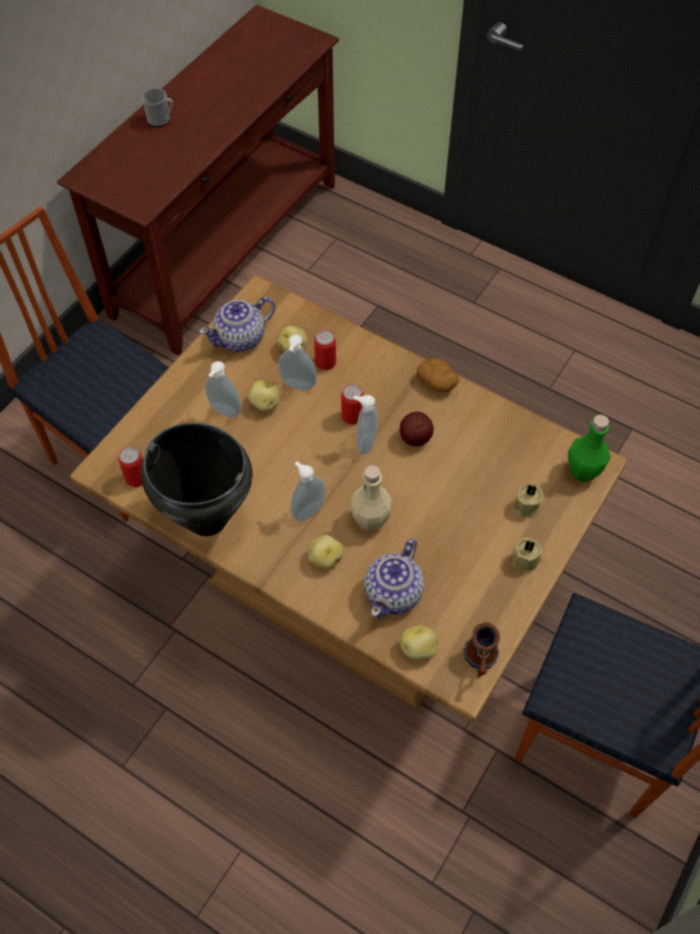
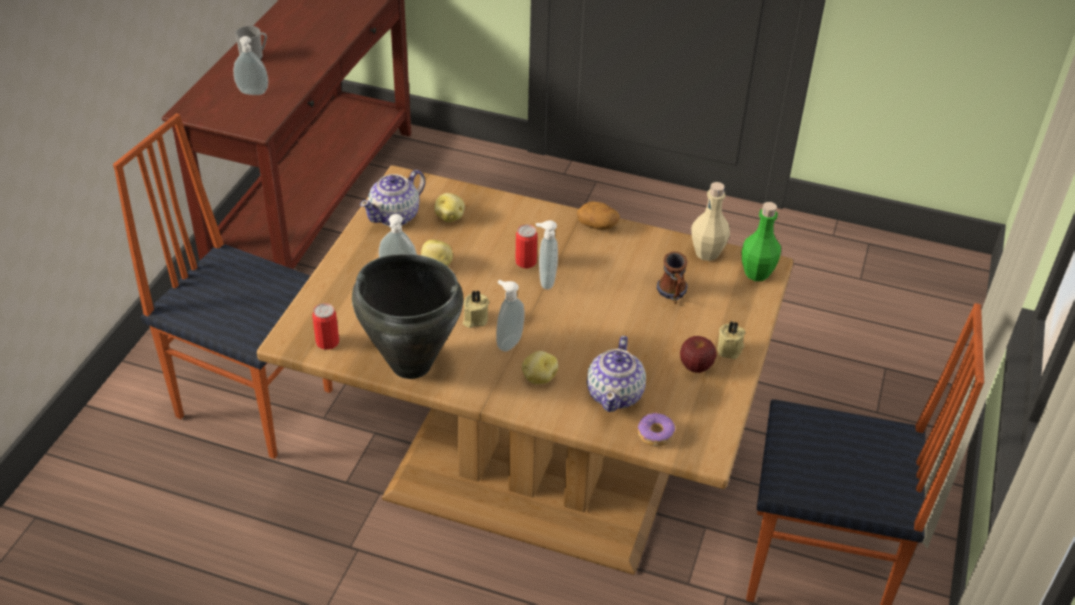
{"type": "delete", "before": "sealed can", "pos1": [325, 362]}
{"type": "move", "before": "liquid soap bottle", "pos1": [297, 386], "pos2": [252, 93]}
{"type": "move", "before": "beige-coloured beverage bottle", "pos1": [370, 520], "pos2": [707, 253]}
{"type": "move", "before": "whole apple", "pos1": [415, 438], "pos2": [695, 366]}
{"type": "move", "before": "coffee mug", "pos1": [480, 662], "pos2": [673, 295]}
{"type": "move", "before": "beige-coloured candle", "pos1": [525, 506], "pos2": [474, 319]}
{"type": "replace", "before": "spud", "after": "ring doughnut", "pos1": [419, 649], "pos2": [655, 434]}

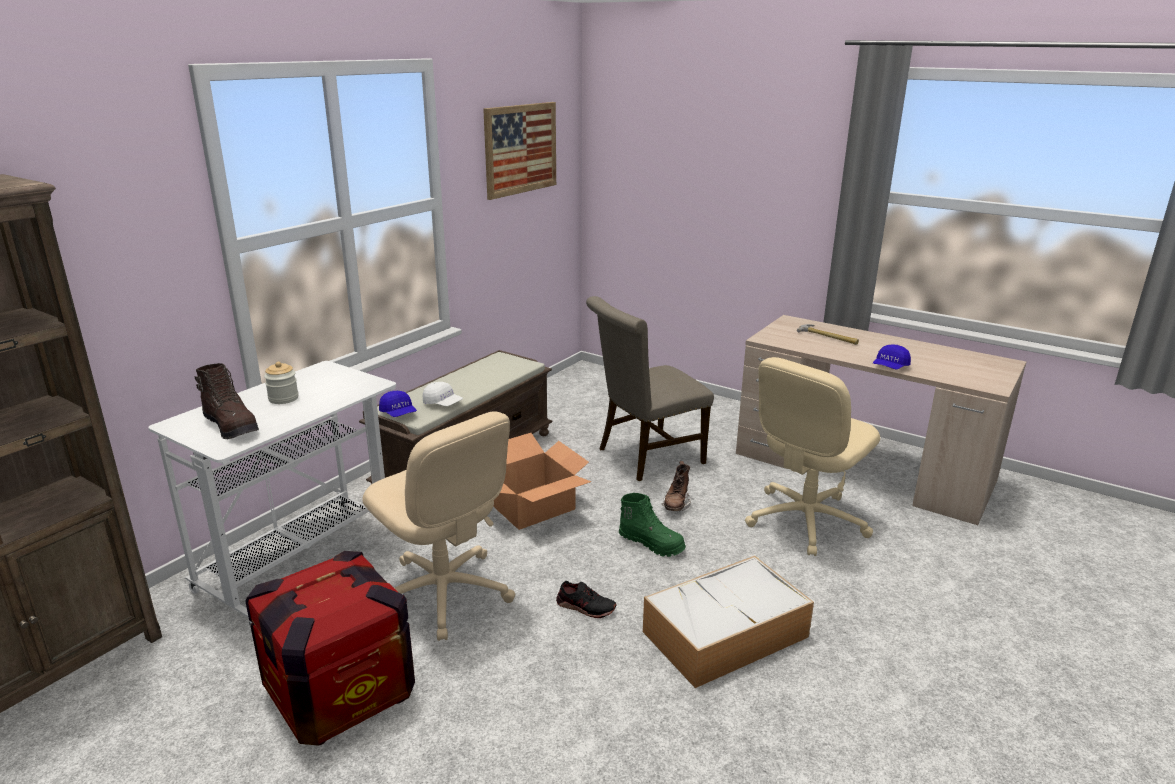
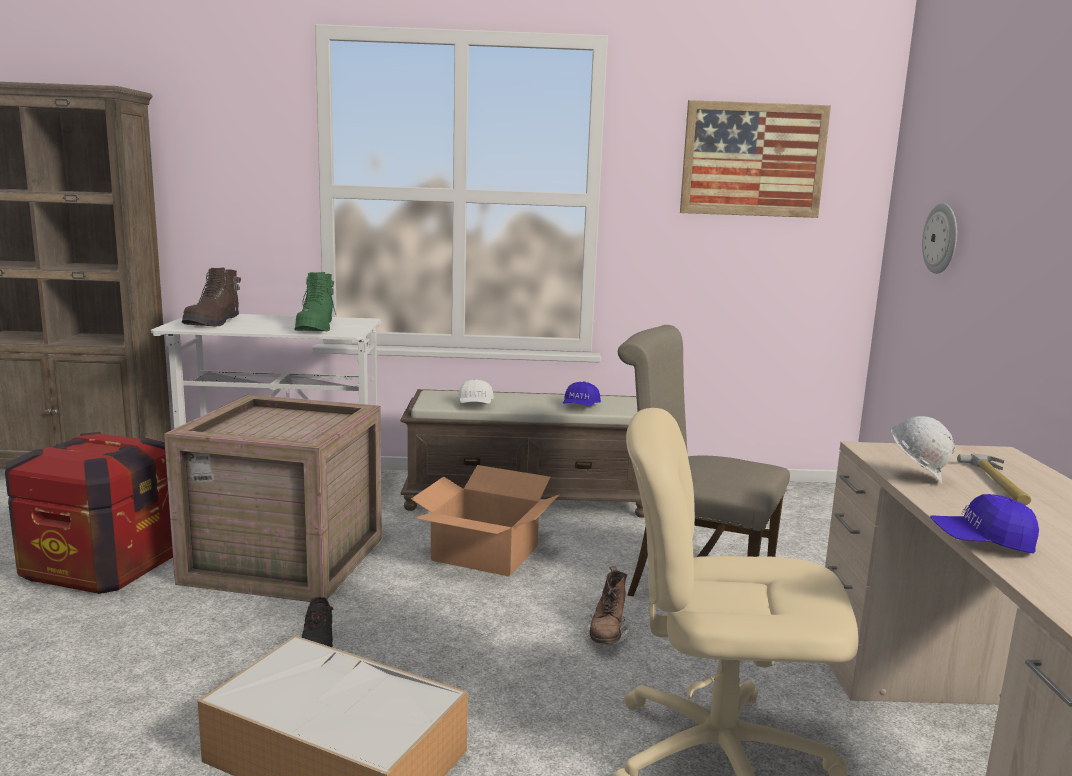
{"type": "delete", "before": "preserve jar", "pos1": [283, 398]}
{"type": "insert", "after": "white hard hat", "pos2": [915, 478]}
{"type": "insert", "after": "hanging clock", "pos2": [941, 238]}
{"type": "move", "before": "bluish cap", "pos1": [398, 413], "pos2": [580, 407]}
{"type": "move", "before": "green-coloured boot", "pos1": [652, 543], "pos2": [316, 328]}
{"type": "replace", "before": "beige-coloured desk chair", "after": "packing crate", "pos1": [443, 593], "pos2": [282, 560]}
{"type": "rotate", "before": "brownish boot", "pos1": [676, 505], "pos2": [607, 635], "turn": -60}

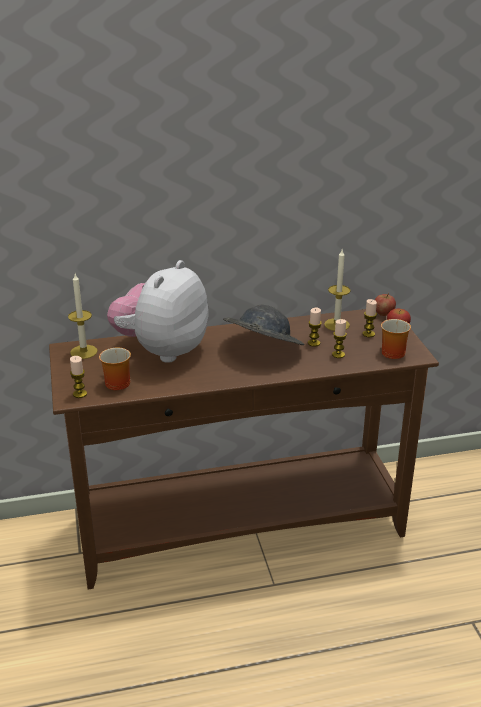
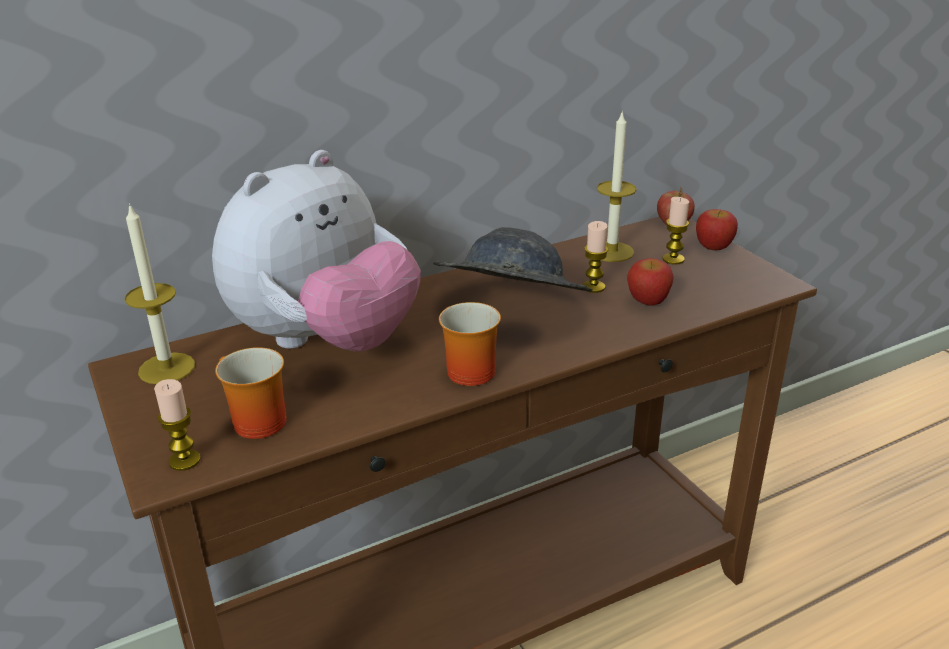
{"type": "move", "before": "coffee mug", "pos1": [390, 351], "pos2": [464, 370]}
{"type": "replace", "before": "candle", "after": "whole apple", "pos1": [338, 354], "pos2": [648, 300]}
{"type": "rotate", "before": "cuddly toy", "pos1": [162, 350], "pos2": [325, 342], "turn": -150}

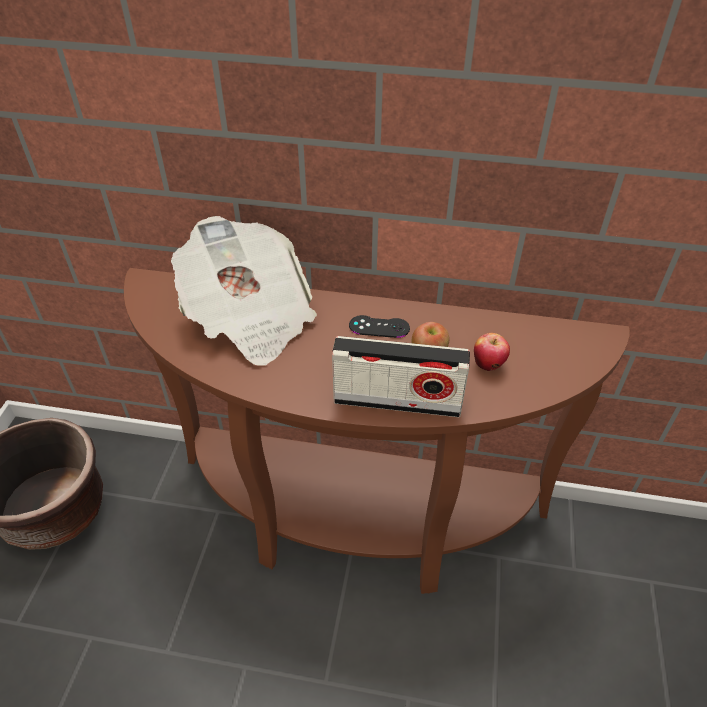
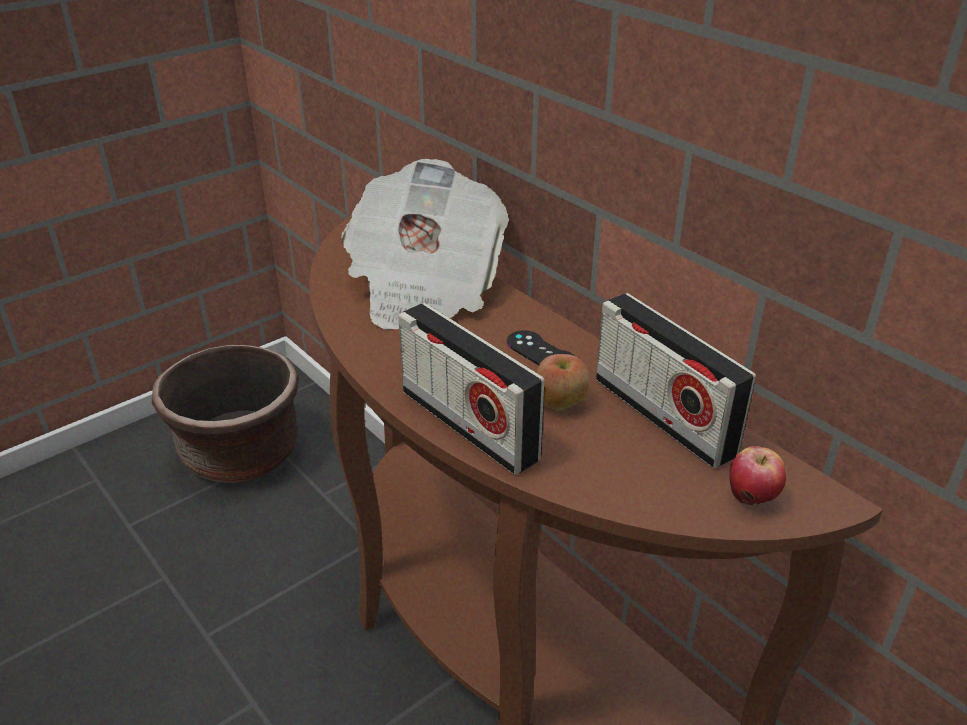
{"type": "insert", "after": "radio set", "pos2": [663, 416]}
{"type": "move", "before": "whole apple", "pos1": [488, 365], "pos2": [752, 498]}

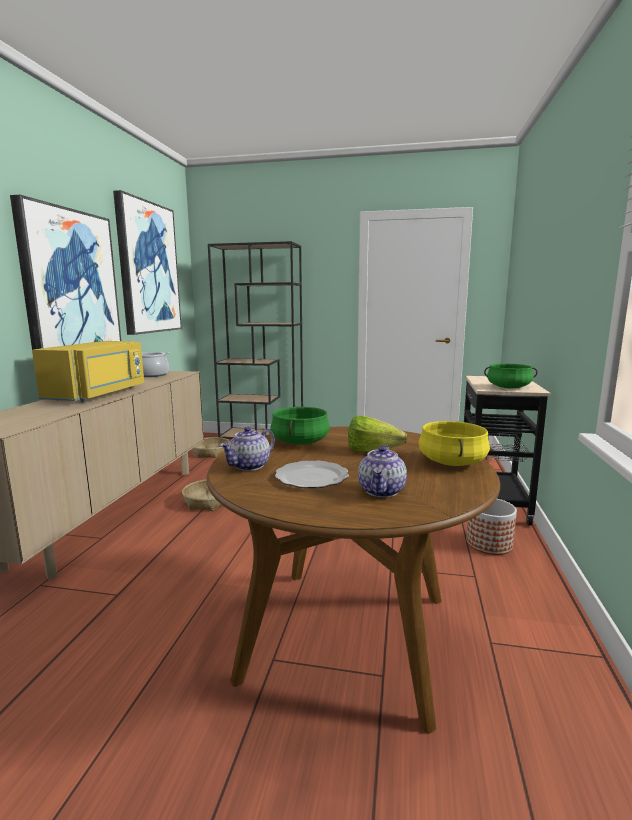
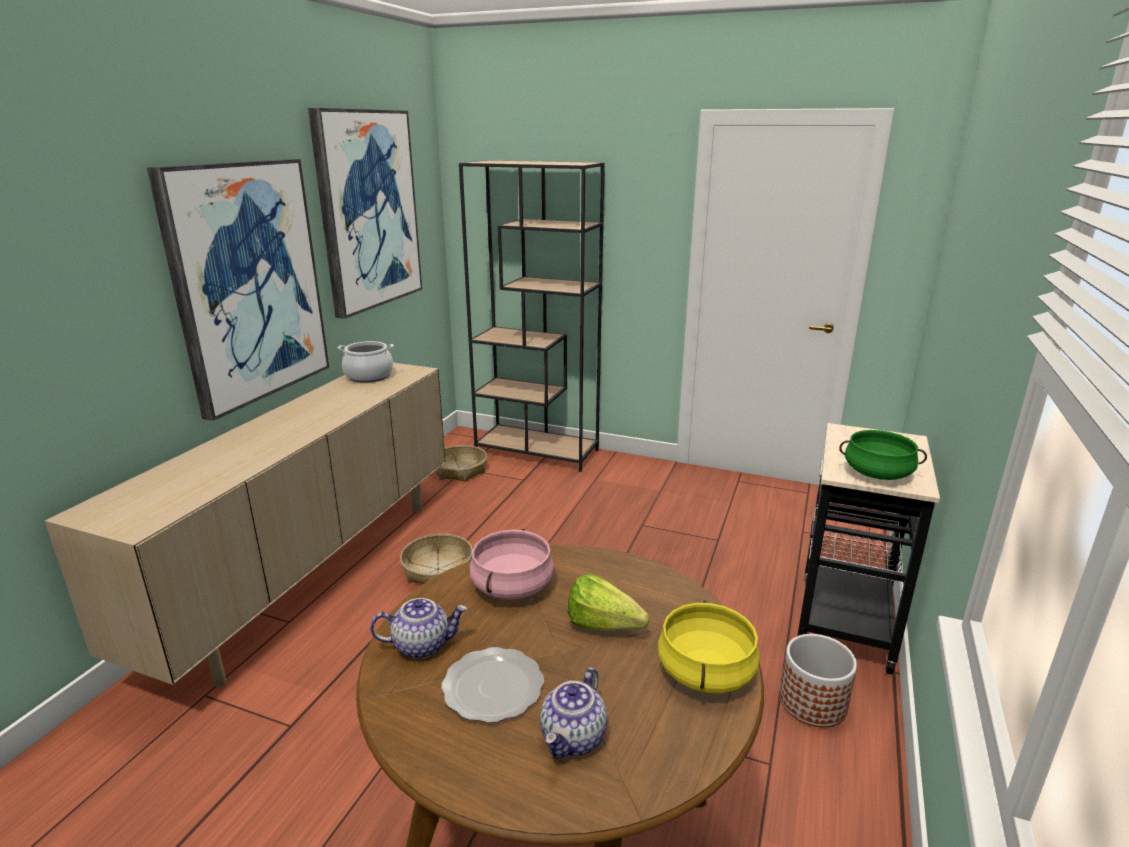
{"type": "delete", "before": "yellowish kitchen microwave", "pos1": [99, 394]}
{"type": "recolor", "before": "green-coloured cooking pot", "after": "pink cooking pot", "pos1": [299, 442], "pos2": [511, 586]}
{"type": "rotate", "before": "teapot", "pos1": [249, 466], "pos2": [422, 645], "turn": -150}

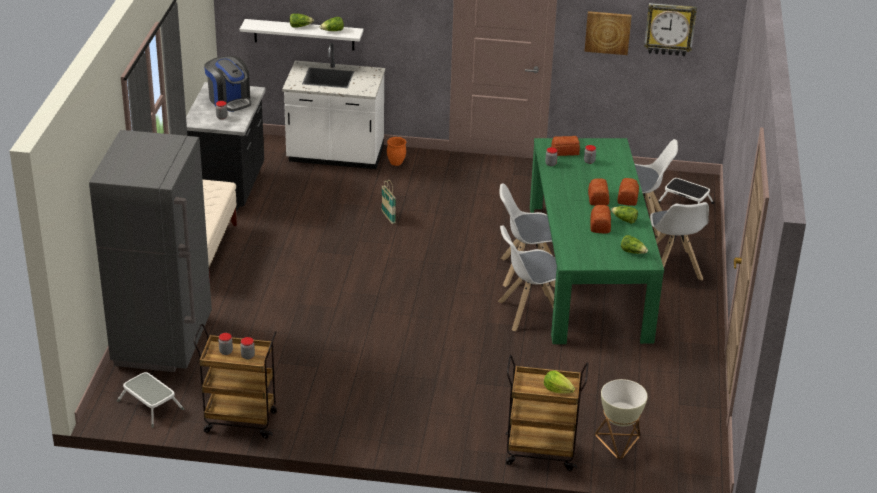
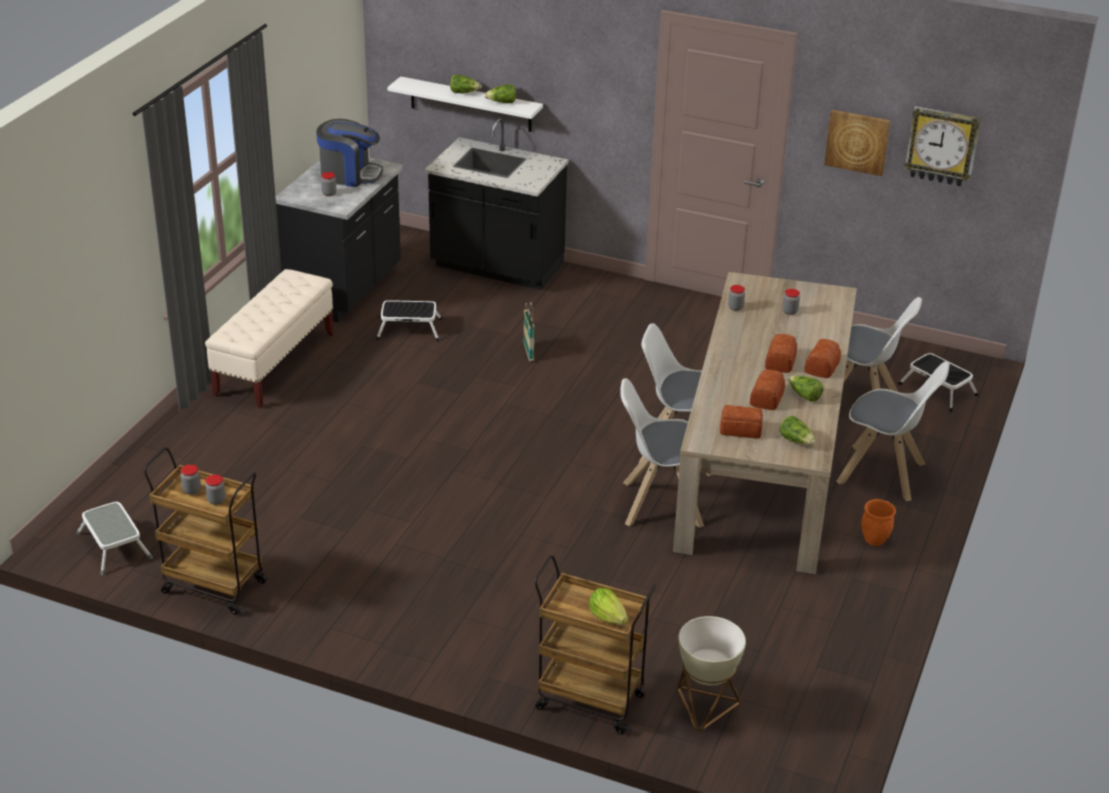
{"type": "delete", "before": "greyish fridge", "pos1": [163, 341]}
{"type": "insert", "after": "blackish step ladder", "pos2": [409, 329]}
{"type": "move", "before": "orange-coloured flower pot", "pos1": [396, 163], "pos2": [875, 540]}
{"type": "move", "before": "bakery bread", "pos1": [565, 151], "pos2": [741, 430]}
{"type": "recolor", "before": "white counter", "after": "blackish counter", "pos1": [335, 156], "pos2": [496, 268]}
{"type": "recolor", "before": "green-coloured dinner table", "after": "beige-coloured dinner table", "pos1": [588, 271], "pos2": [764, 461]}
{"type": "rotate", "before": "coffee brewer", "pos1": [229, 100], "pos2": [349, 175], "turn": -60}
{"type": "rotate", "before": "upright chair", "pos1": [672, 268], "pos2": [884, 474], "turn": -75}

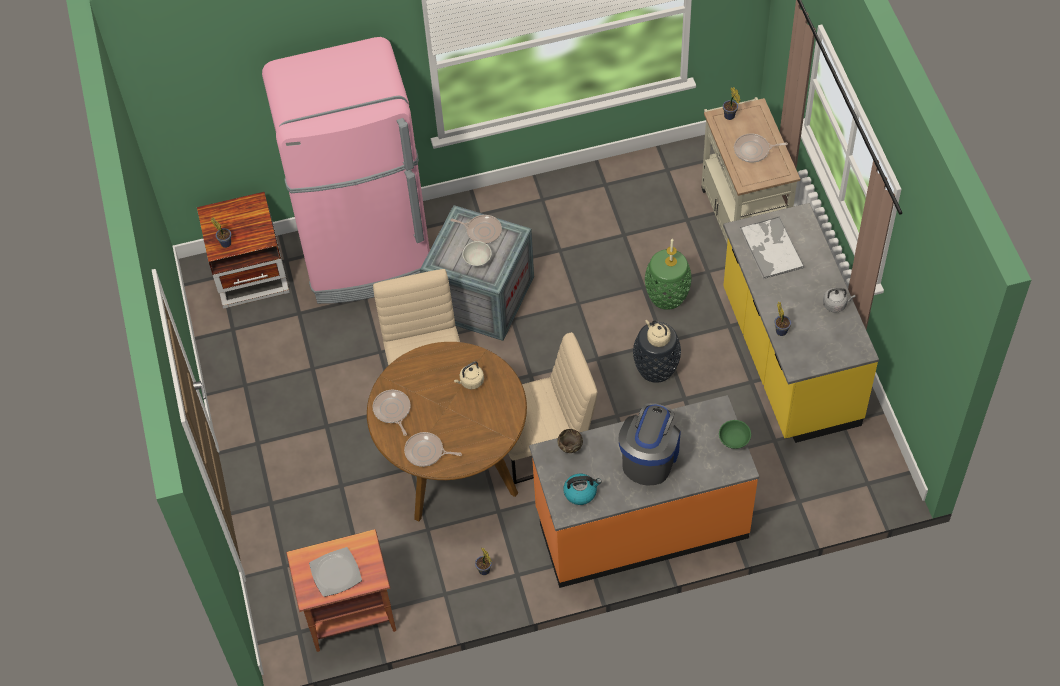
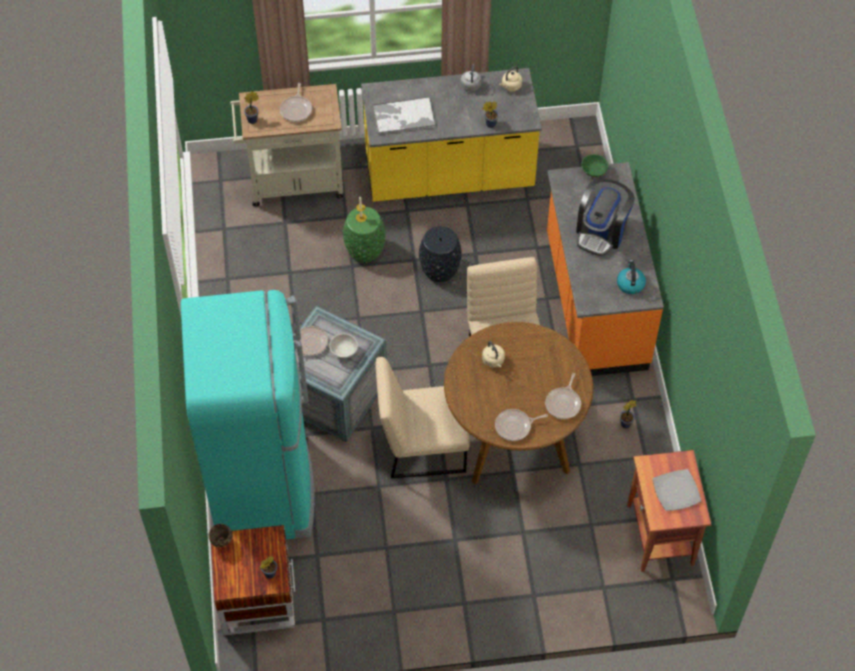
{"type": "move", "before": "brownish bowl", "pos1": [569, 448], "pos2": [221, 542]}
{"type": "move", "before": "beige-coloured kettle", "pos1": [657, 338], "pos2": [510, 86]}
{"type": "recolor", "before": "pink fridge", "after": "blue-green fridge", "pos1": [368, 257], "pos2": [263, 487]}
{"type": "rotate", "before": "coffee brewer", "pos1": [649, 457], "pos2": [601, 231], "turn": -90}

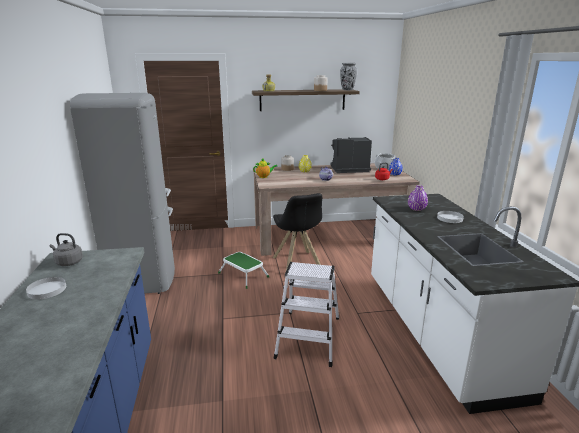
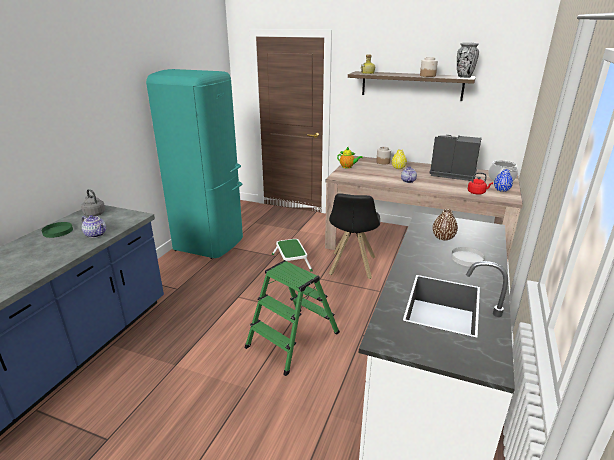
{"type": "insert", "after": "teapot", "pos2": [96, 234]}
{"type": "recolor", "before": "white flat dish", "after": "green-coloured flat dish", "pos1": [47, 289], "pos2": [58, 231]}
{"type": "recolor", "before": "greyish fridge", "after": "blue-green fridge", "pos1": [144, 279], "pos2": [211, 243]}
{"type": "recolor", "before": "white step ladder", "after": "green-coloured step ladder", "pos1": [308, 336], "pos2": [293, 339]}
{"type": "recolor", "before": "purple flower vase", "after": "brownish flower vase", "pos1": [416, 209], "pos2": [443, 237]}

